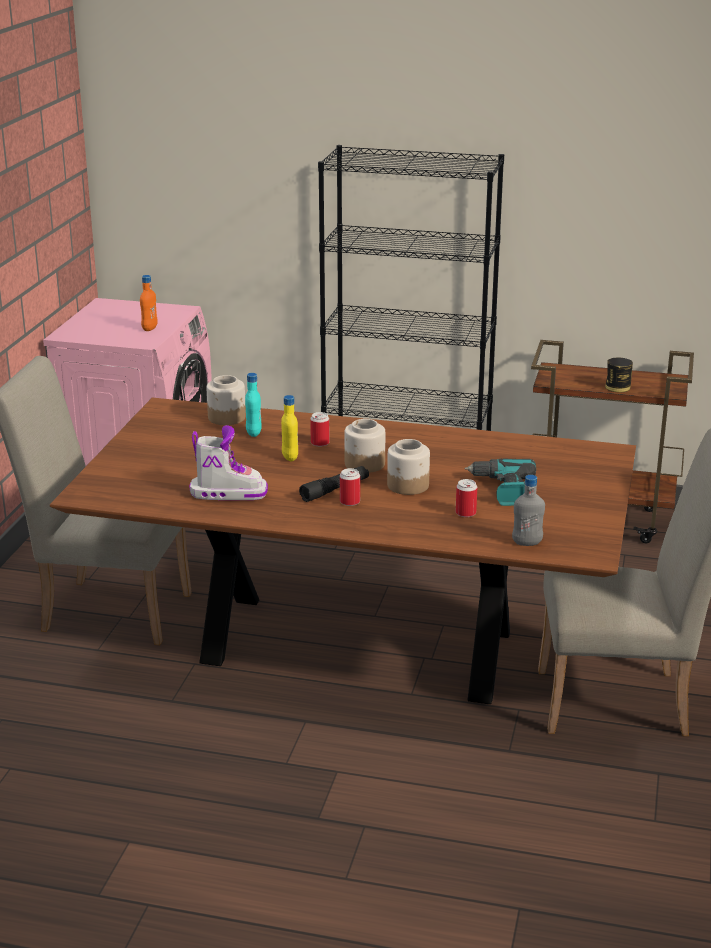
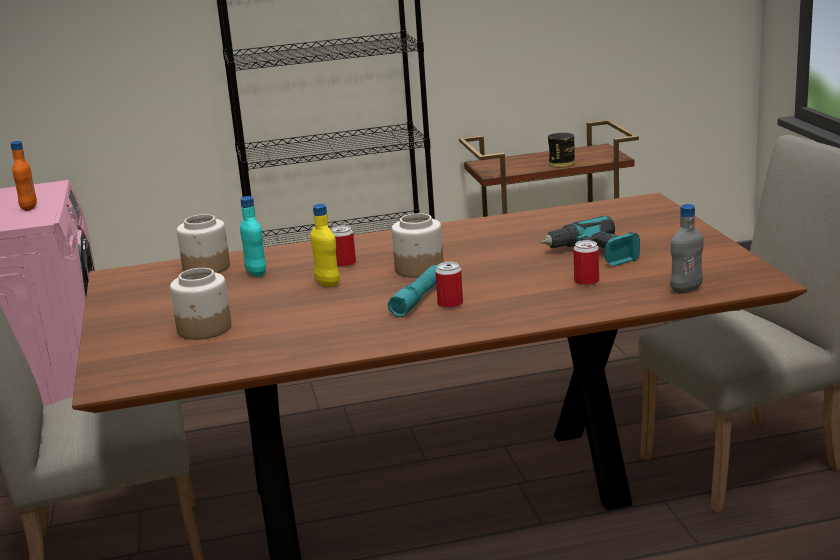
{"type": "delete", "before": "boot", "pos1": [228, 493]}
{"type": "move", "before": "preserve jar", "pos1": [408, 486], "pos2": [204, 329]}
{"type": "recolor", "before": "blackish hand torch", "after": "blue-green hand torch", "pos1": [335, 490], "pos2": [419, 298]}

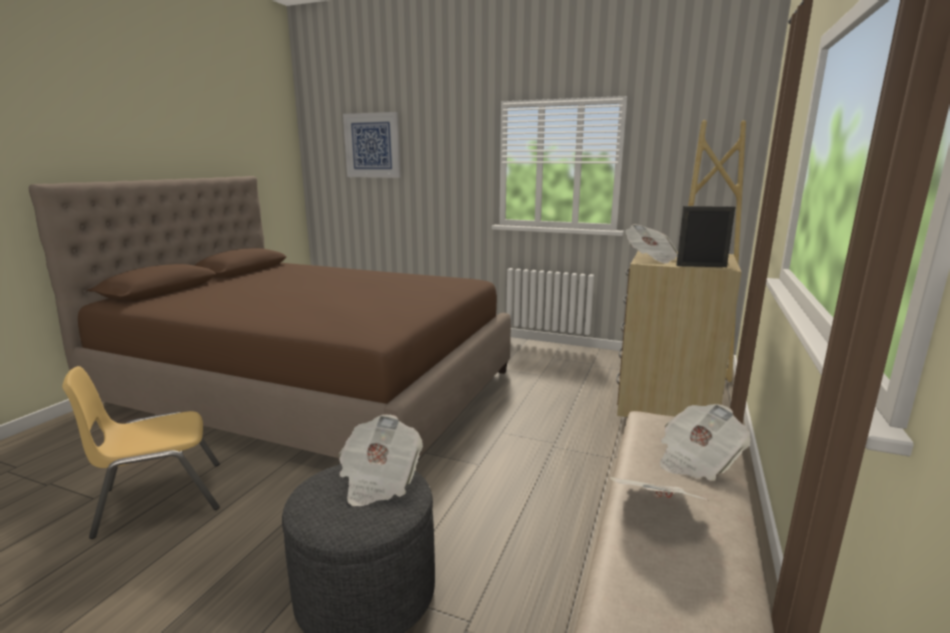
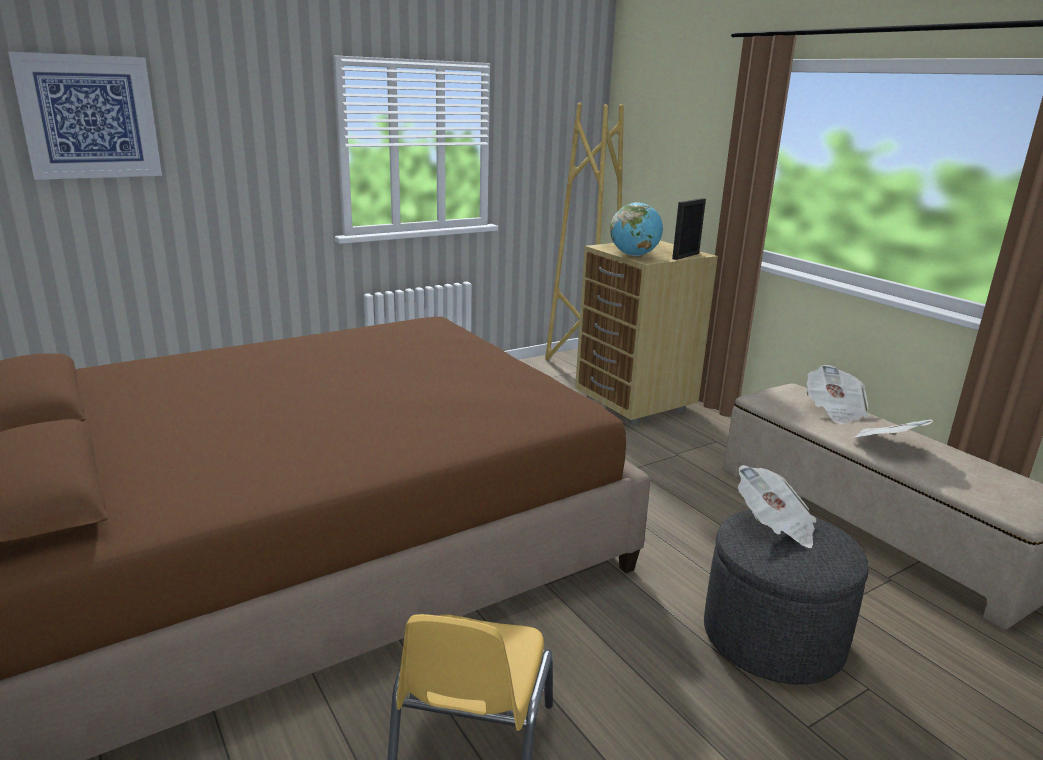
{"type": "replace", "before": "newspaper", "after": "globe", "pos1": [650, 258], "pos2": [634, 255]}

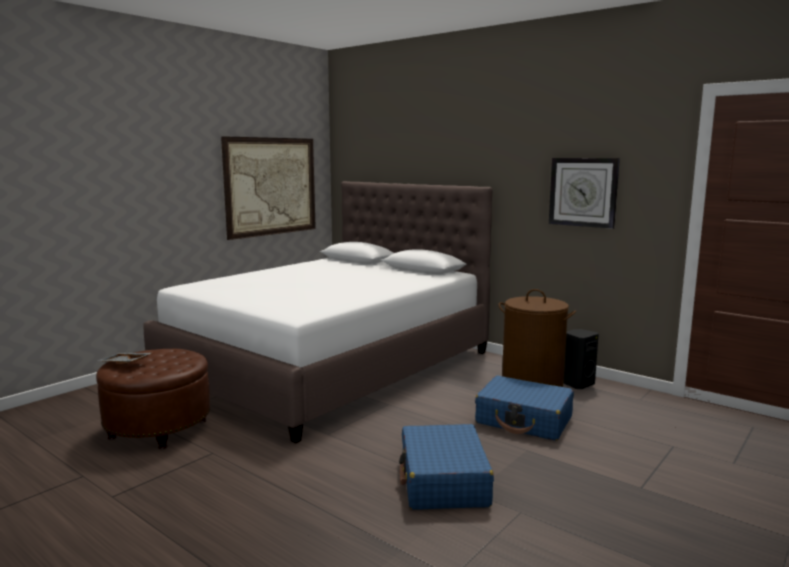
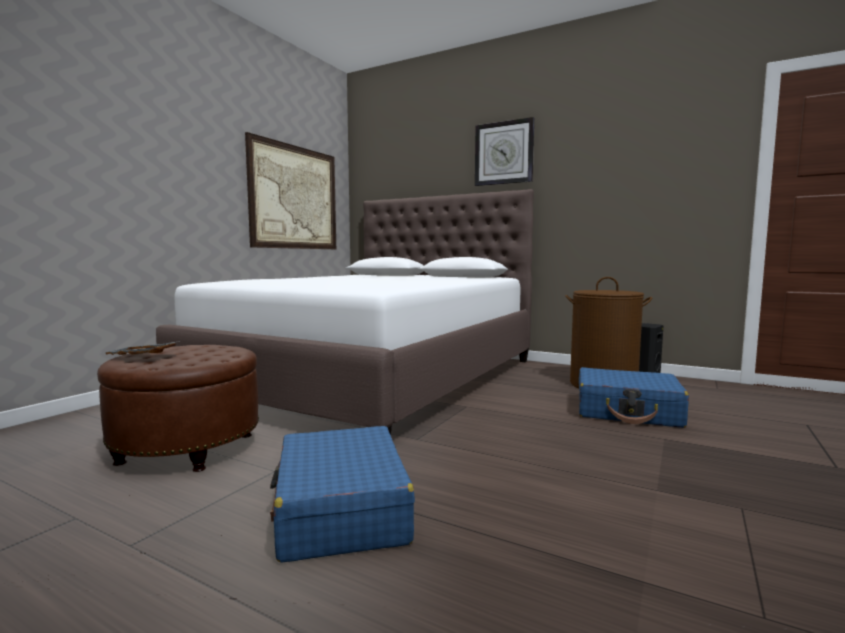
{"type": "move", "before": "bluish suitcase", "pos1": [443, 481], "pos2": [341, 510]}
{"type": "move", "before": "hanging clock", "pos1": [583, 192], "pos2": [504, 153]}

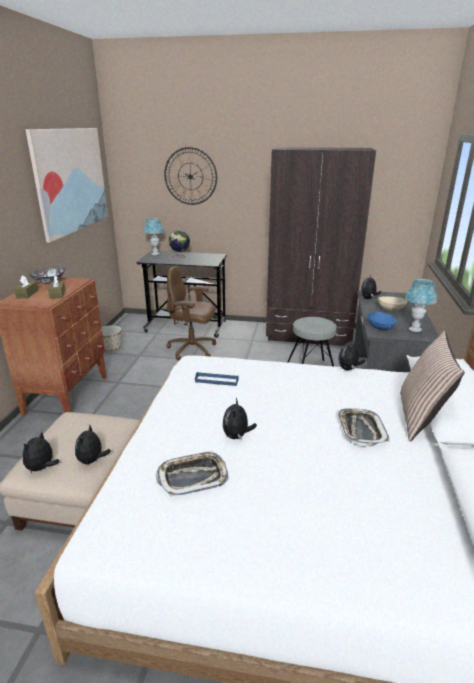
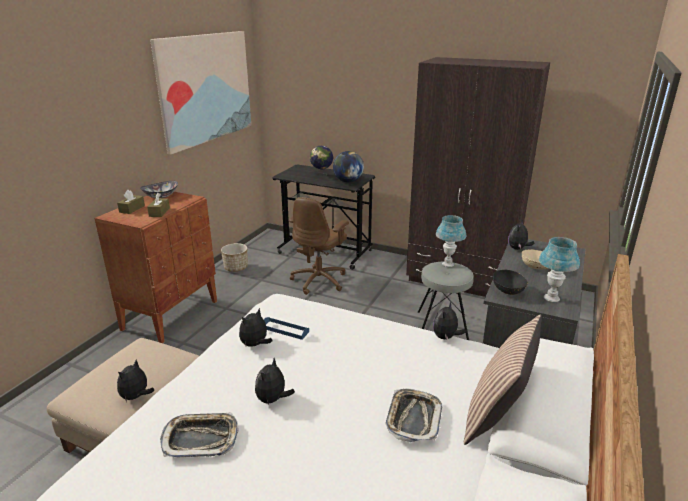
{"type": "delete", "before": "hanging clock", "pos1": [190, 176]}
{"type": "insert", "after": "globe", "pos2": [348, 181]}
{"type": "move", "before": "cuddly toy", "pos1": [42, 468], "pos2": [255, 345]}
{"type": "move", "before": "bluish table lamp", "pos1": [155, 254], "pos2": [448, 264]}
{"type": "recolor", "before": "bluish bowl", "after": "blackish bowl", "pos1": [381, 328], "pos2": [508, 291]}
{"type": "rotate", "before": "brownish desk chair", "pos1": [192, 349], "pos2": [319, 281], "turn": -90}

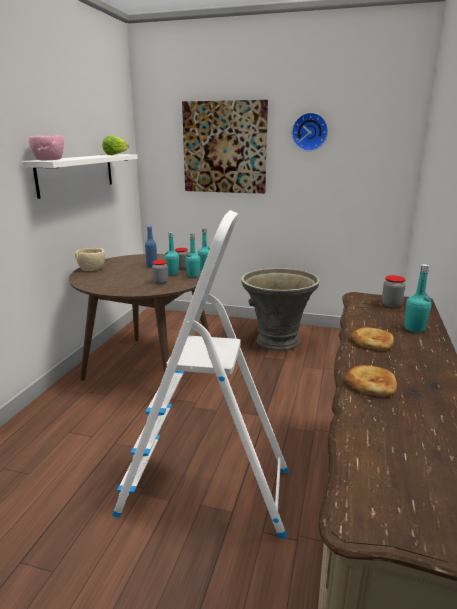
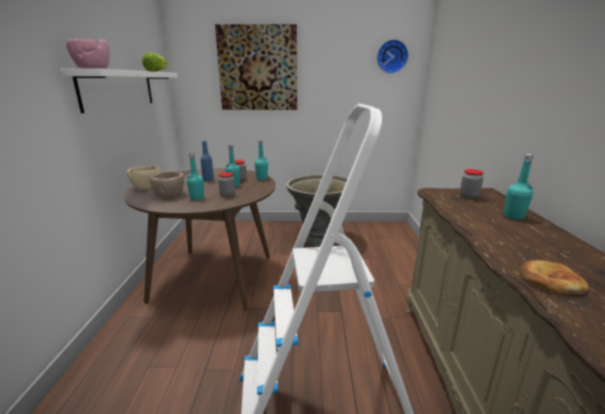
{"type": "delete", "before": "bakery bread", "pos1": [372, 341]}
{"type": "insert", "after": "brownish bowl", "pos2": [169, 195]}
{"type": "move", "before": "blue-green beverage bottle", "pos1": [193, 275], "pos2": [197, 198]}
{"type": "move", "before": "hanging clock", "pos1": [310, 132], "pos2": [391, 57]}

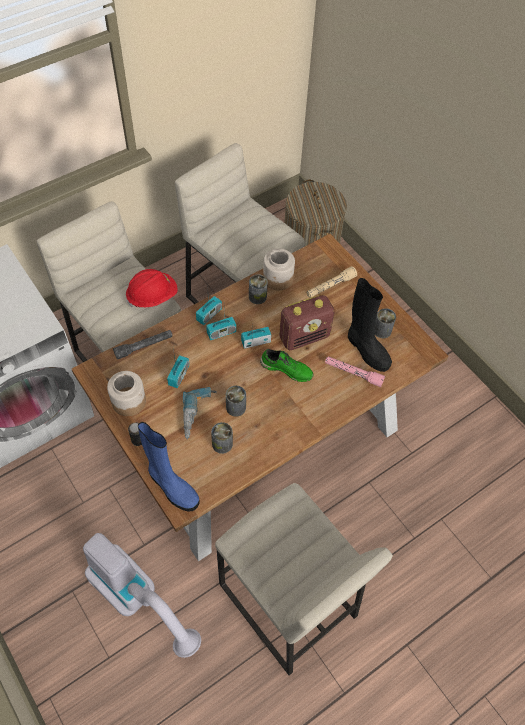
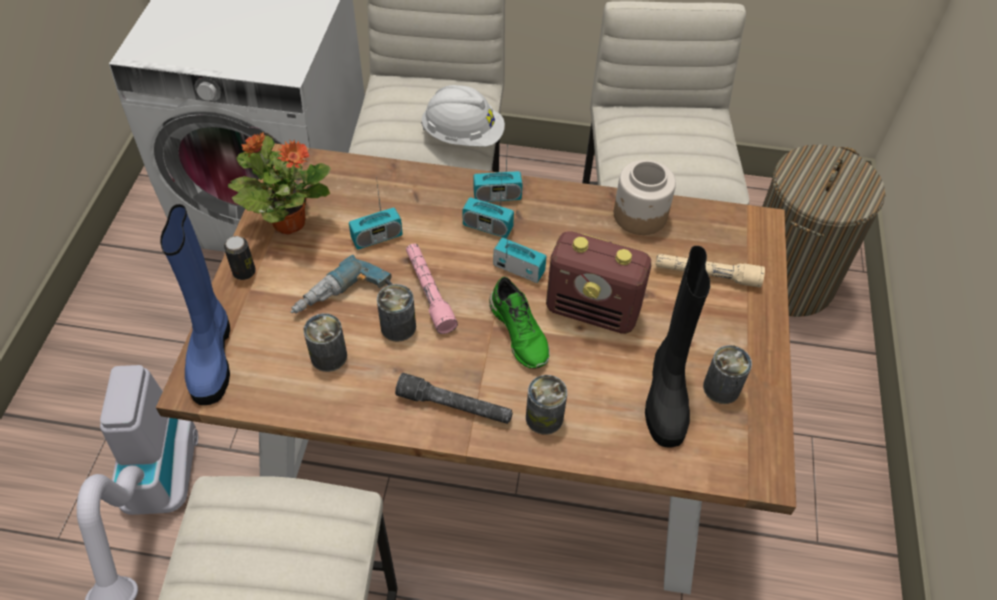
{"type": "move", "before": "greyish hand torch", "pos1": [144, 346], "pos2": [455, 406]}
{"type": "move", "before": "sealed can", "pos1": [257, 296], "pos2": [544, 417]}
{"type": "move", "before": "pink hand torch", "pos1": [353, 373], "pos2": [429, 292]}
{"type": "replace", "before": "preserve jar", "after": "potted plant", "pos1": [129, 401], "pos2": [288, 222]}
{"type": "recolor", "before": "reddish hard hat", "after": "white hard hat", "pos1": [152, 296], "pos2": [463, 136]}

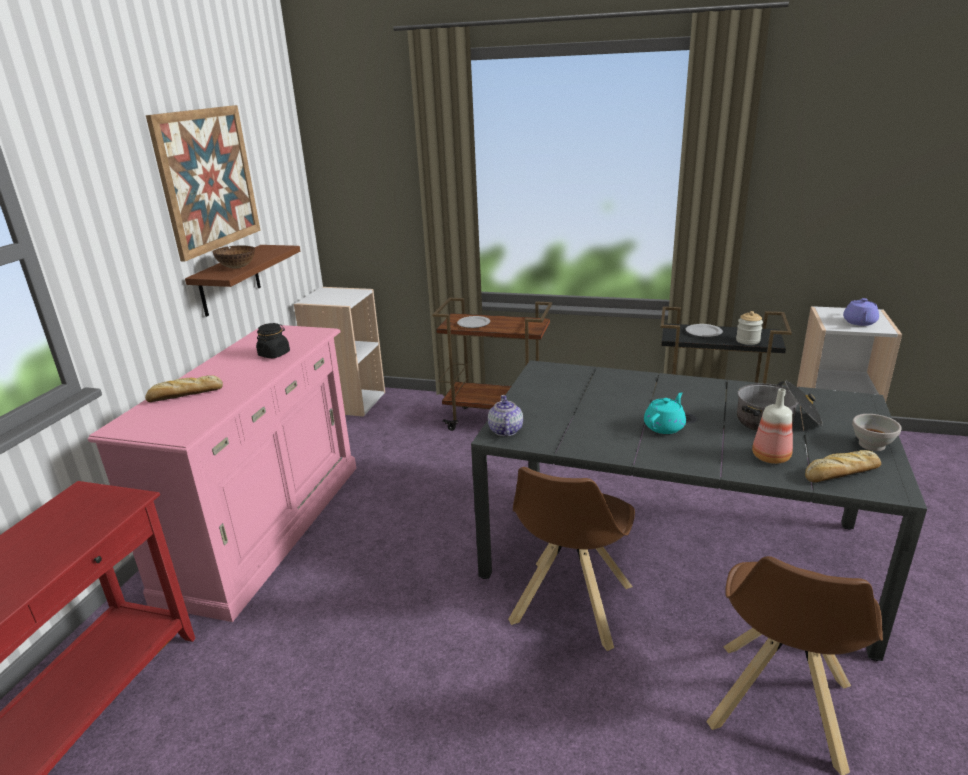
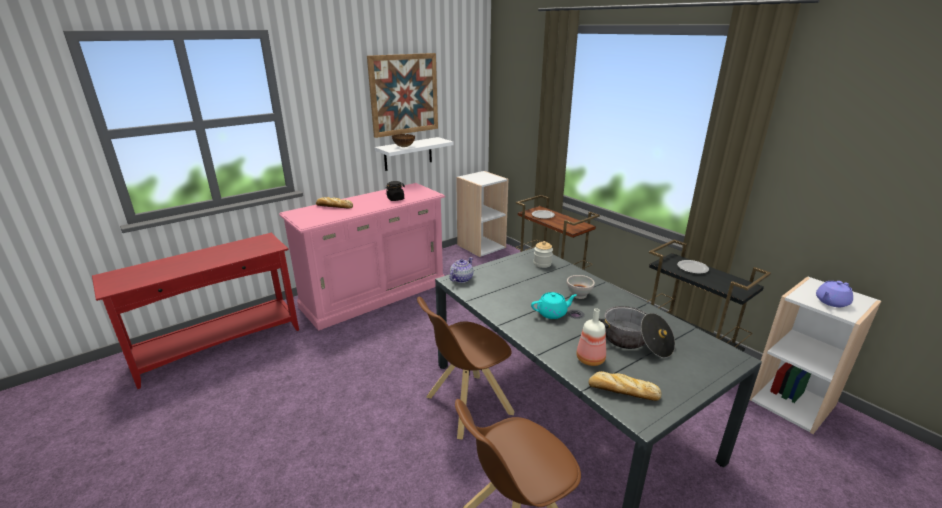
{"type": "move", "before": "preserve jar", "pos1": [747, 341], "pos2": [542, 264]}
{"type": "move", "before": "white bowl", "pos1": [872, 445], "pos2": [579, 295]}
{"type": "recolor", "before": "brownish wall shelf", "after": "white wall shelf", "pos1": [229, 280], "pos2": [408, 154]}

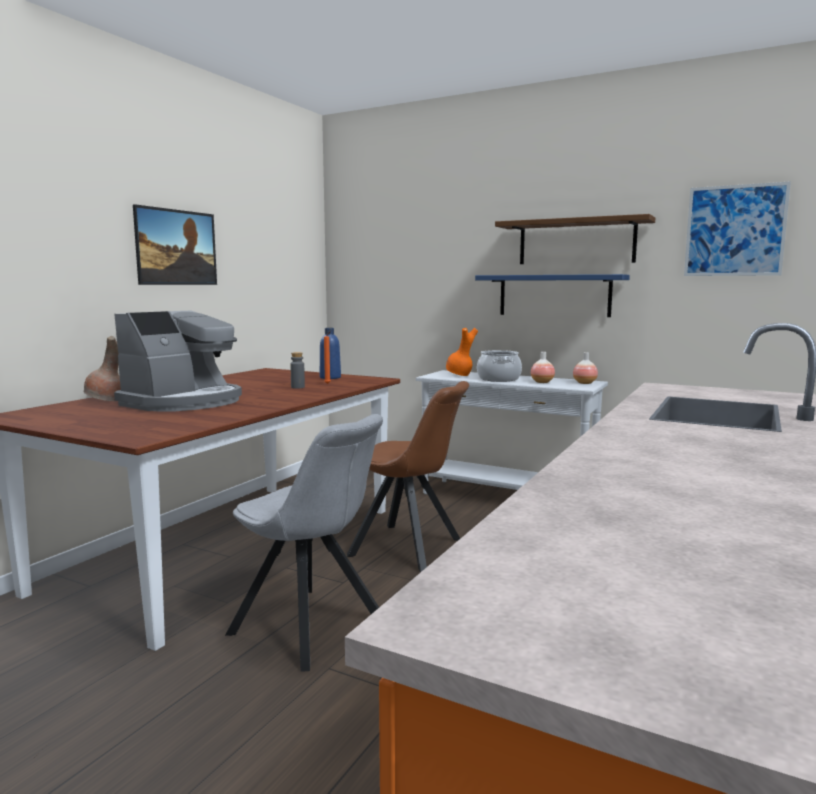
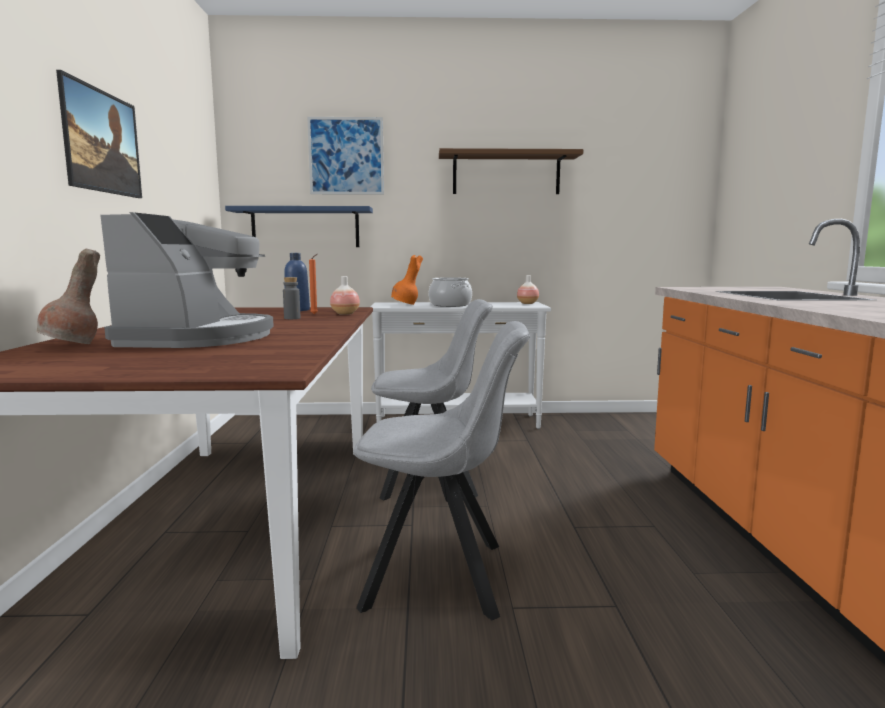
{"type": "move", "before": "bluish wall shelf", "pos1": [554, 295], "pos2": [305, 227]}
{"type": "move", "before": "flower vase", "pos1": [542, 382], "pos2": [345, 314]}
{"type": "move", "before": "picture", "pos1": [735, 230], "pos2": [346, 156]}
{"type": "recolor", "before": "brownish upright chair", "after": "greyish upright chair", "pos1": [408, 548], "pos2": [430, 479]}

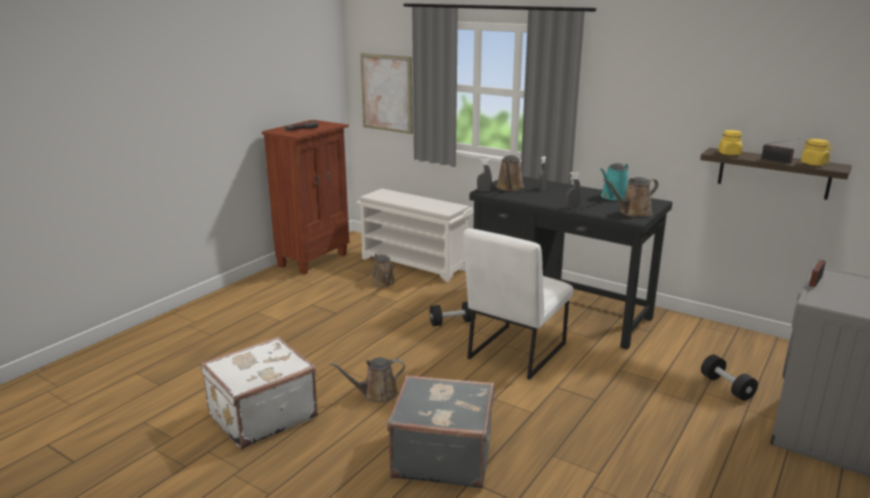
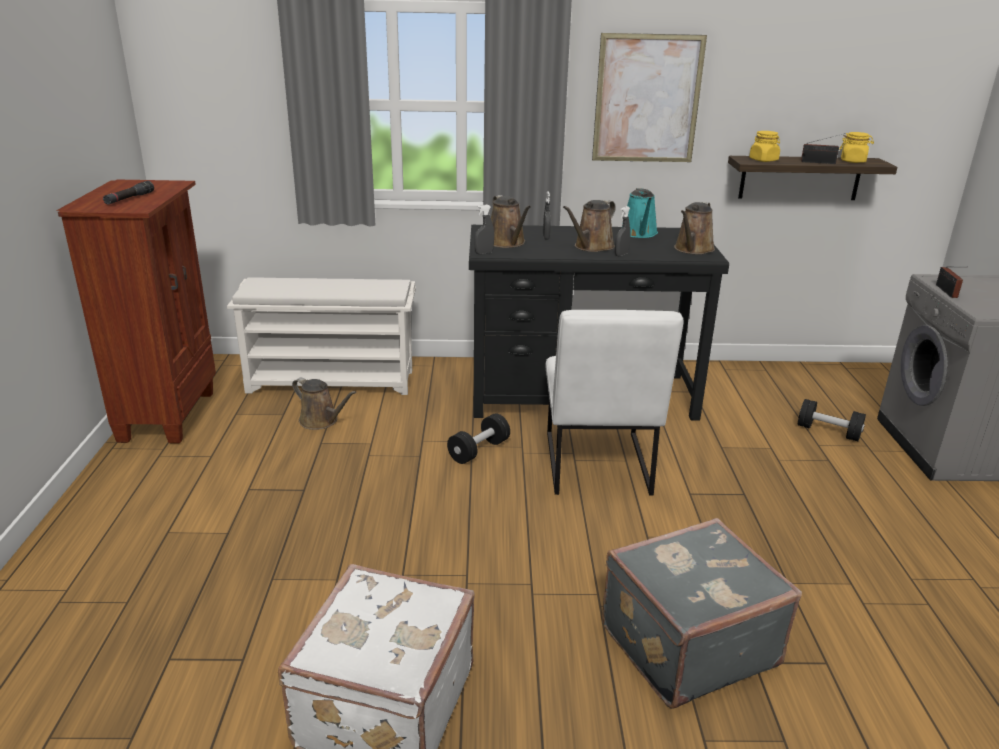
{"type": "move", "before": "brownish watering pot", "pos1": [376, 394], "pos2": [591, 247]}
{"type": "move", "before": "picture", "pos1": [386, 93], "pos2": [647, 99]}

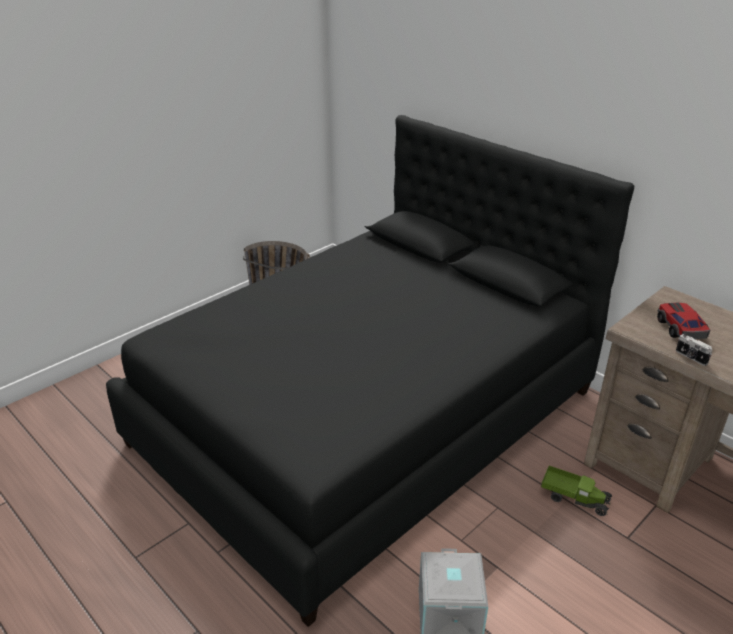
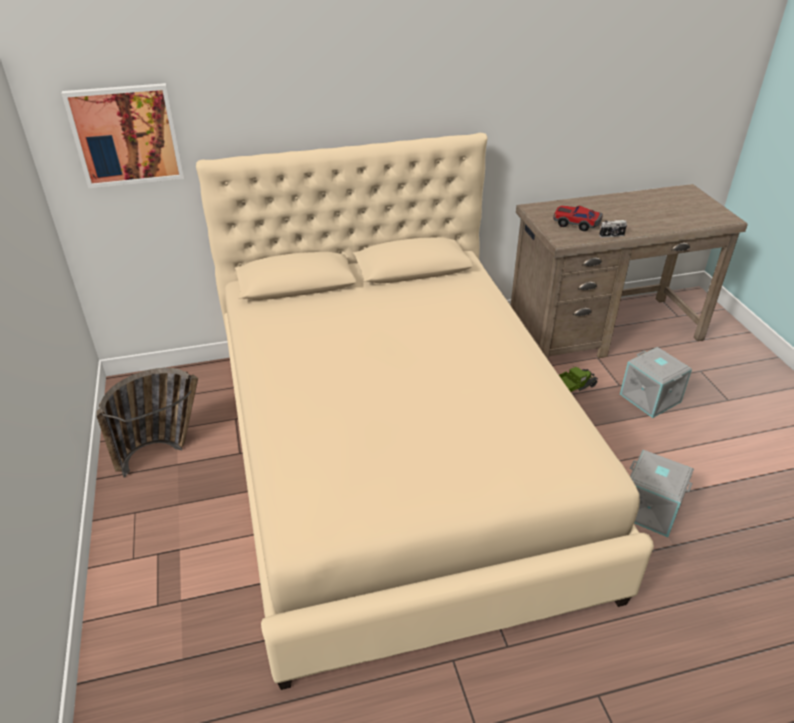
{"type": "insert", "after": "picture", "pos2": [126, 135]}
{"type": "insert", "after": "greyish storage bin", "pos2": [651, 398]}
{"type": "recolor", "before": "blackish sleeping bed", "after": "beige-coloured sleeping bed", "pos1": [368, 417], "pos2": [397, 461]}

